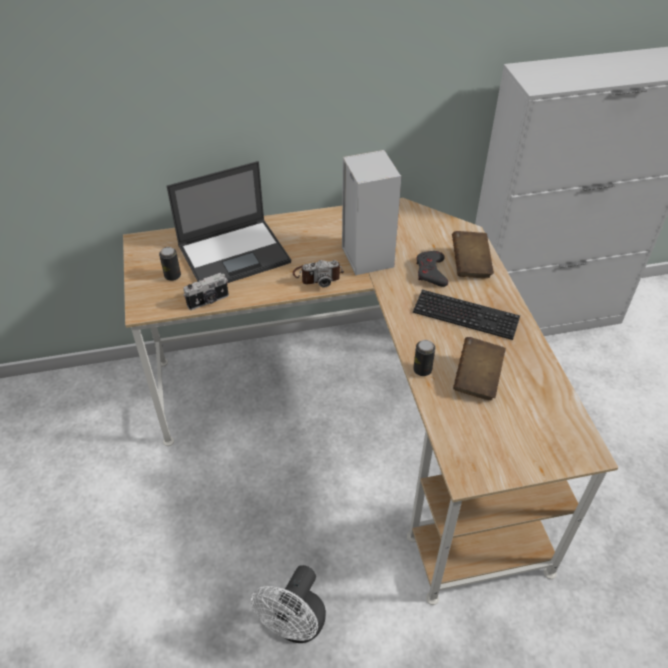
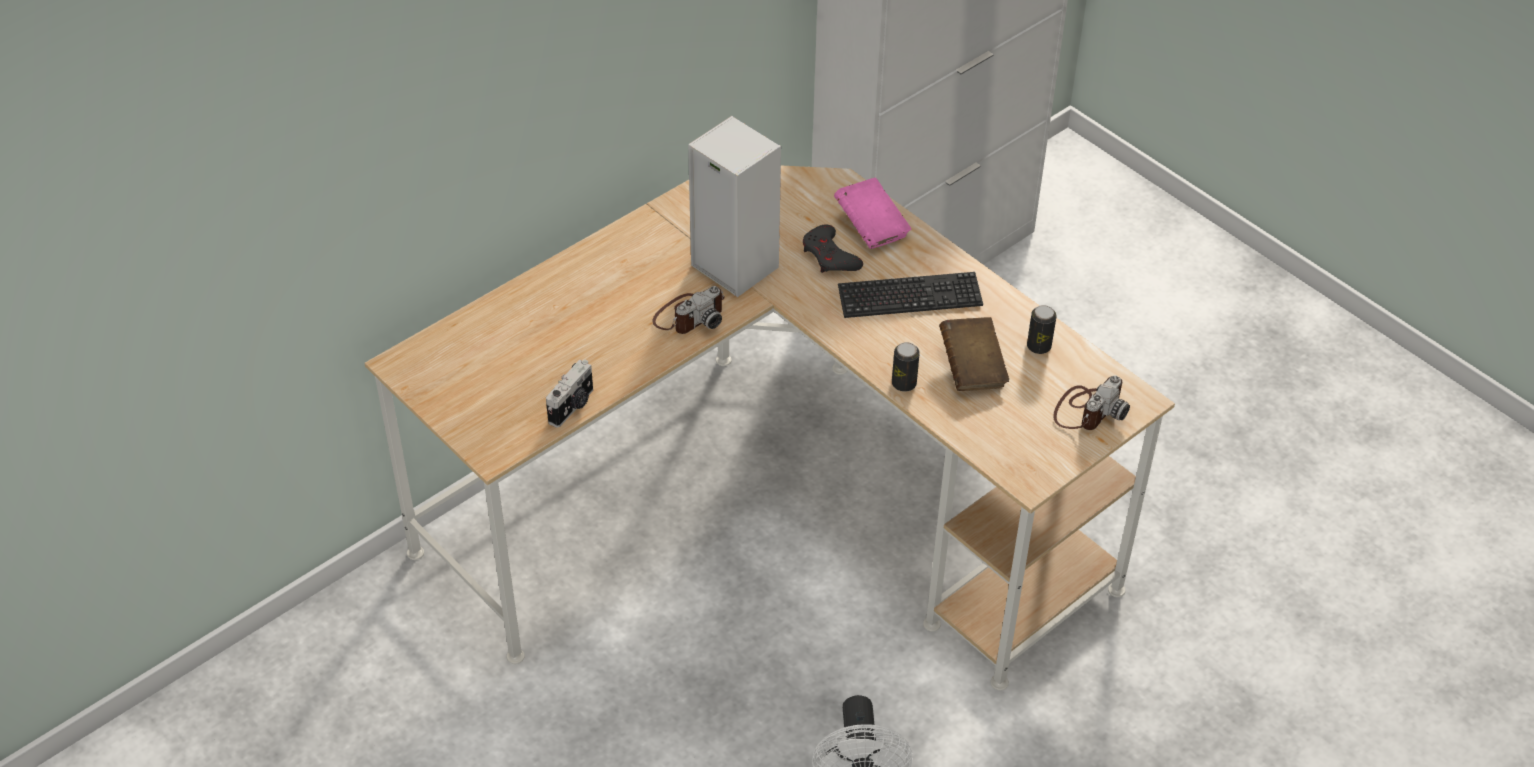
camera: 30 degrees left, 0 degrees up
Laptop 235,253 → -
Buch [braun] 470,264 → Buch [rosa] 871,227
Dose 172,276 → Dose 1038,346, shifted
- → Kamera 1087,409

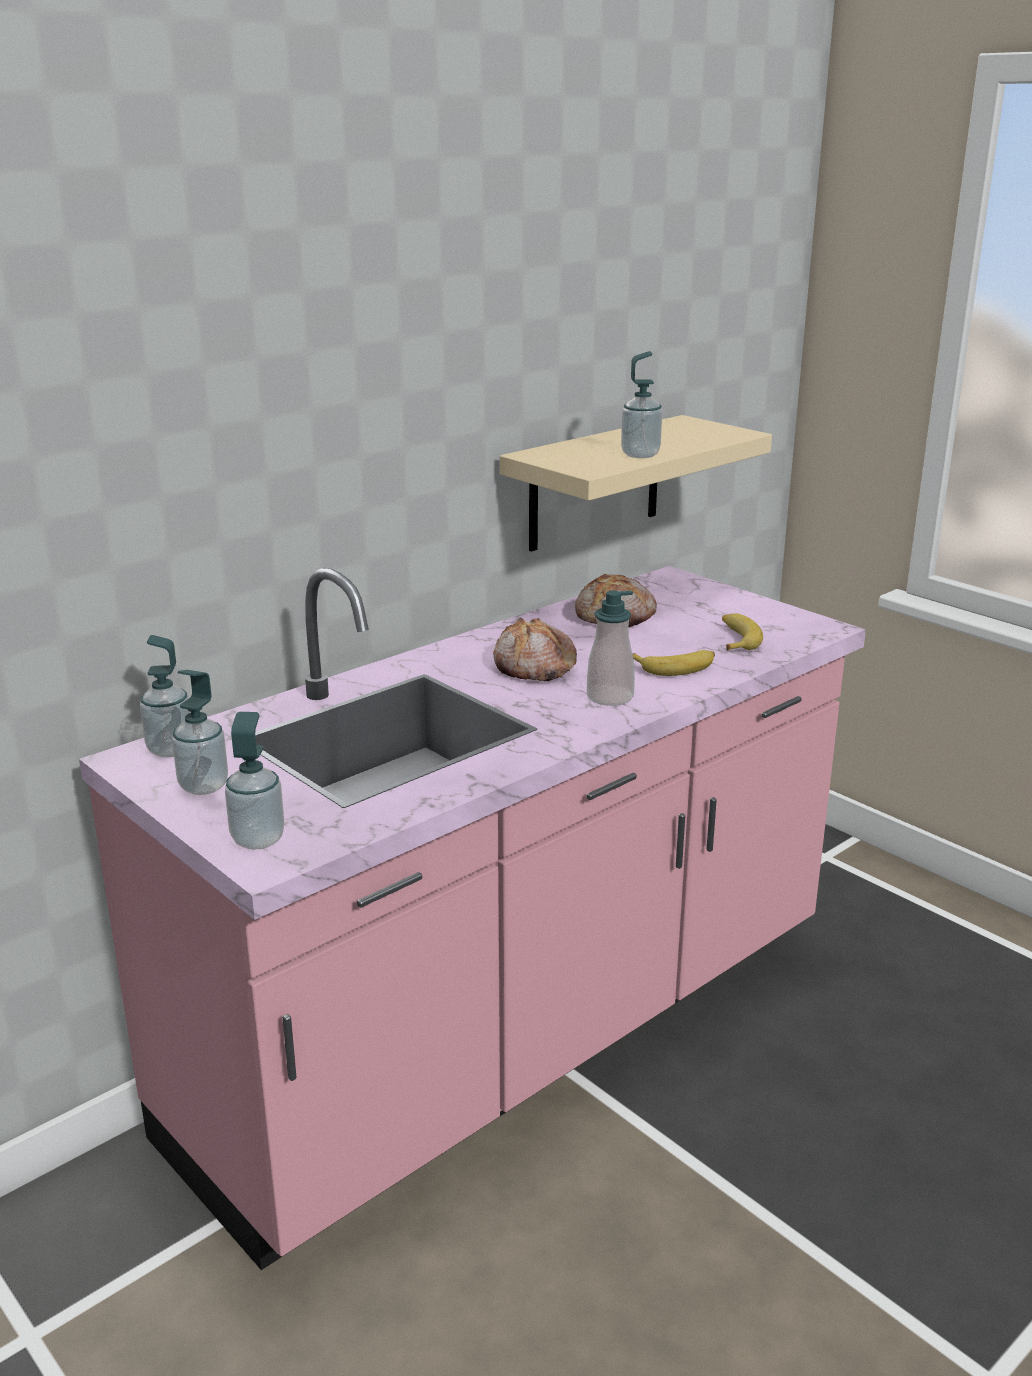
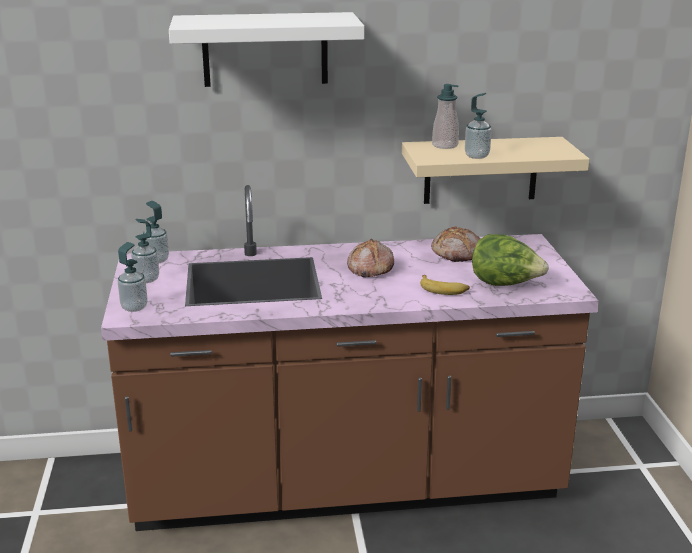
camera: 35 degrees right, 0 degrees up
Küchenzeile [rosa] 516,1037 → Küchenzeile [braun] 346,486
Seifenspender 610,697 → Seifenspender 445,145, shifted
Banane 736,639 → Salatkopf 505,284
- → Wandregal [weiß] 265,49

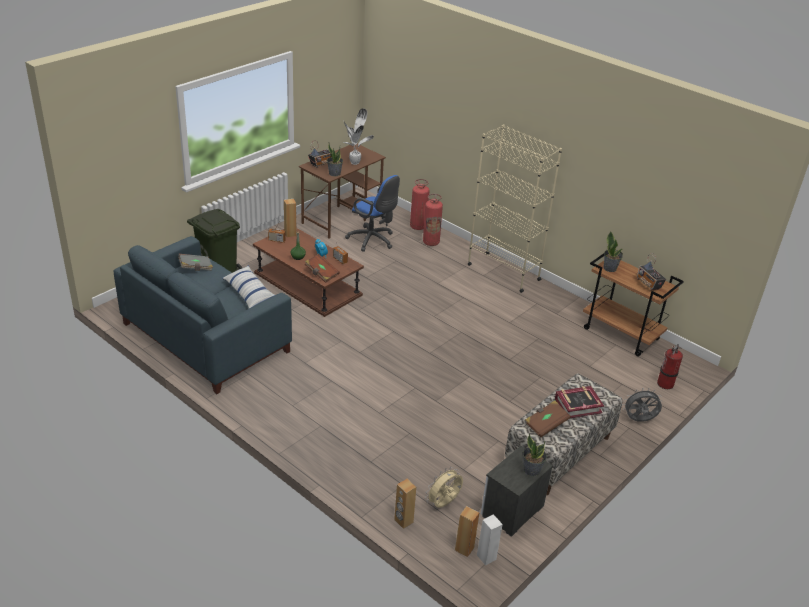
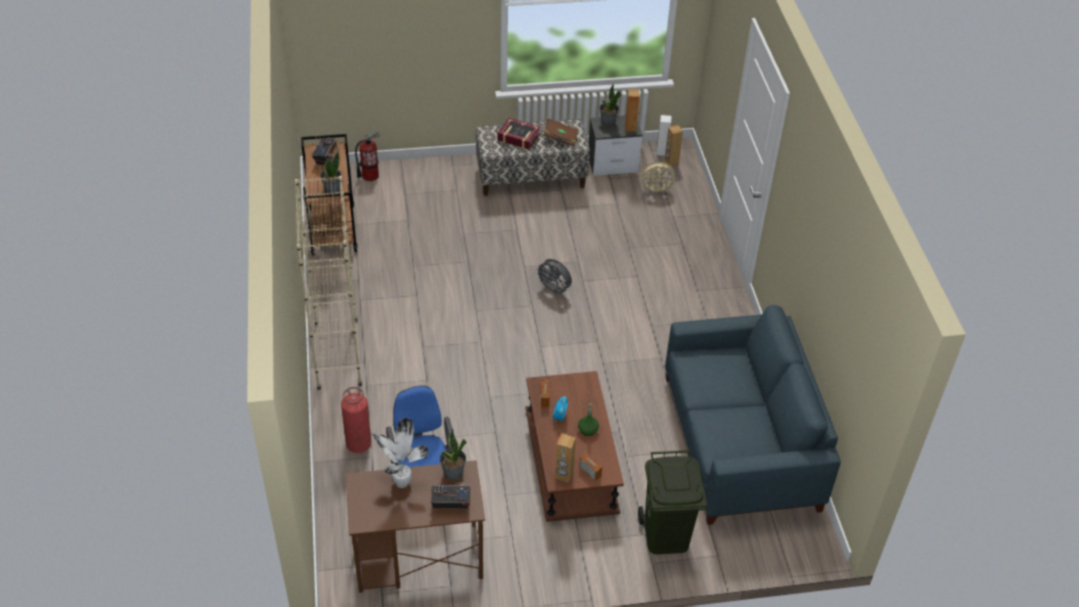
camera: 140 degrees left, 10 degrees up
Feuerlöscher 418,226 → -
Buch [grau] 196,268 → -
Buch [braun] 321,274 → -
Kissen 249,293 → -
Ventilator [grau] 639,420 → Ventilator [grau] 554,290, shifted
Lautsprecher [braun] 403,521 → Lautsprecher [braun] 630,127, shifted

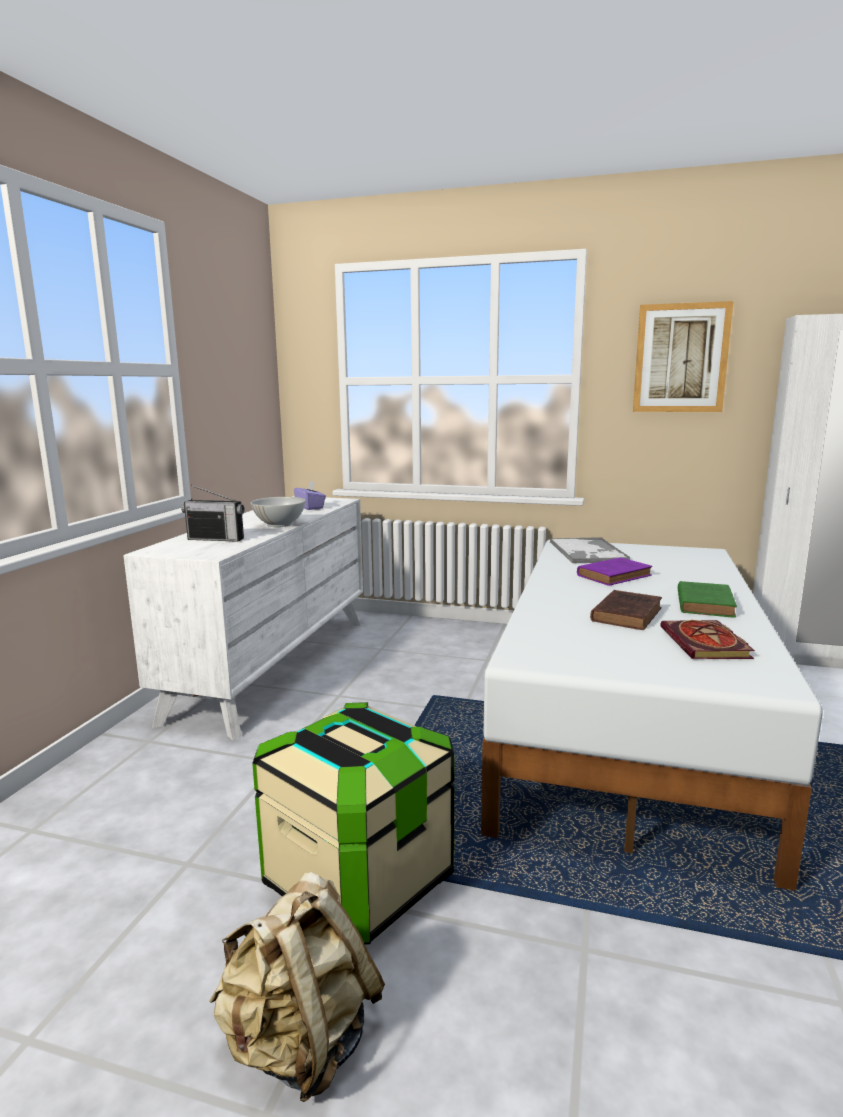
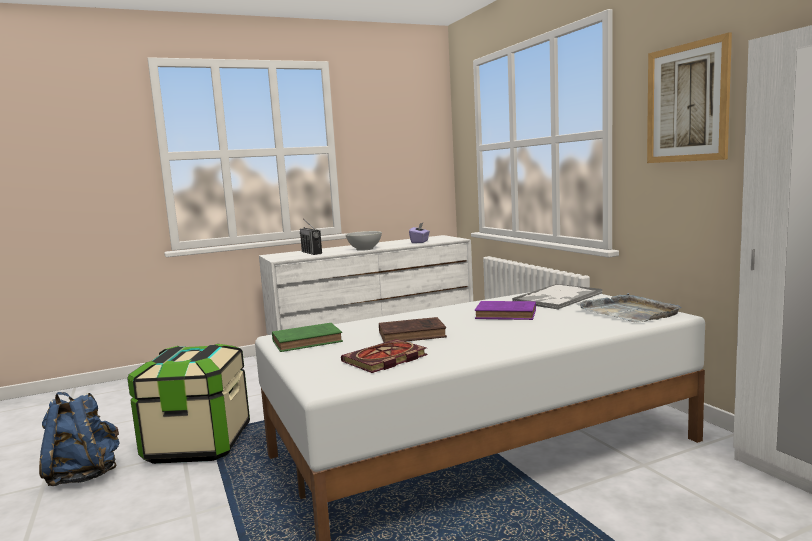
camera: 50 degrees right, 5 degrees down
Buch [grün] 704,603 → Buch [grün] 309,341, shifted
Rucksack [beige] 300,1041 → Rucksack [blau] 84,475
- → Tablett [grau] 629,312

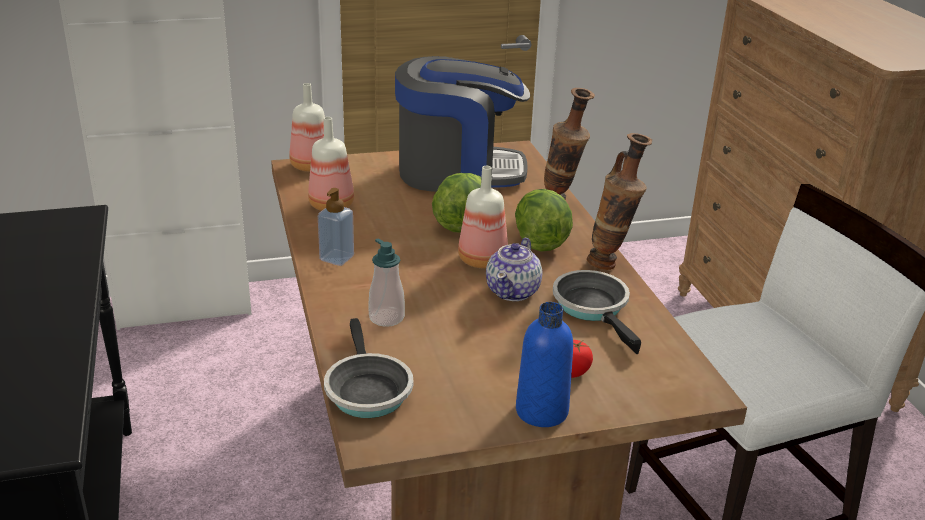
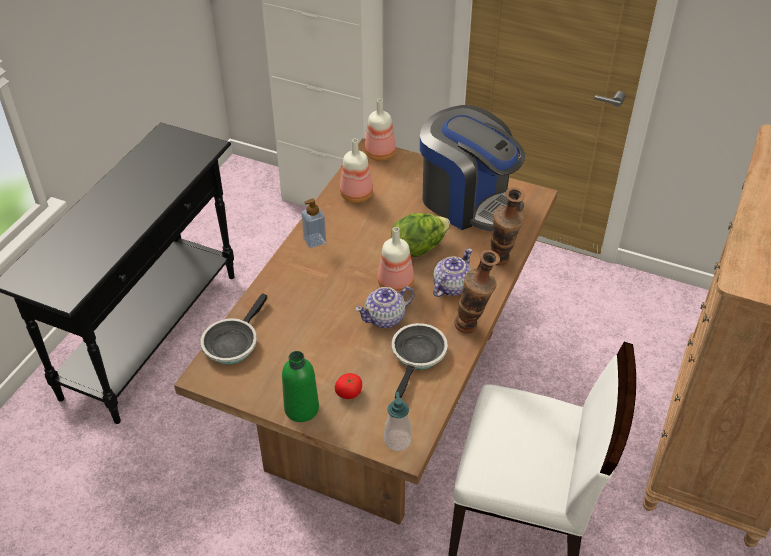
camera: 40 degrees right, 15 degrees up
Salatkopf 540,241 → Teekanne 451,287
Seifenspender 386,318 → Seifenspender 397,440, shifted
Flasche [blau] 541,411 → Flasche [grün] 301,408

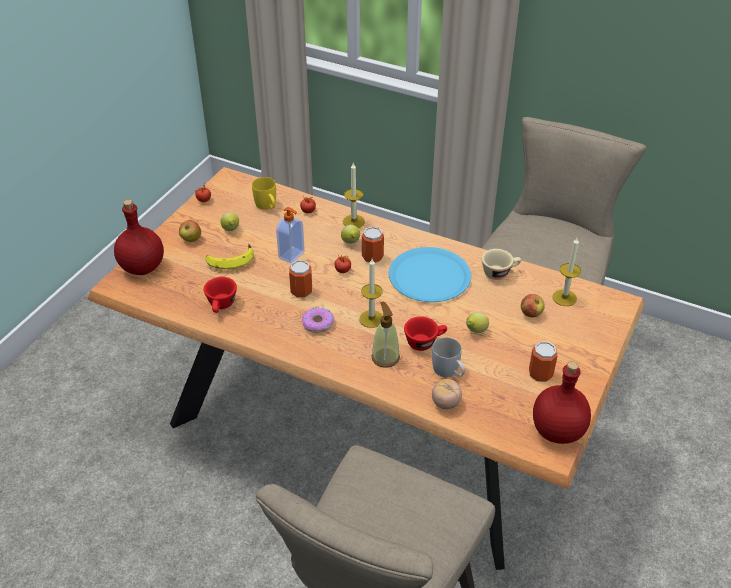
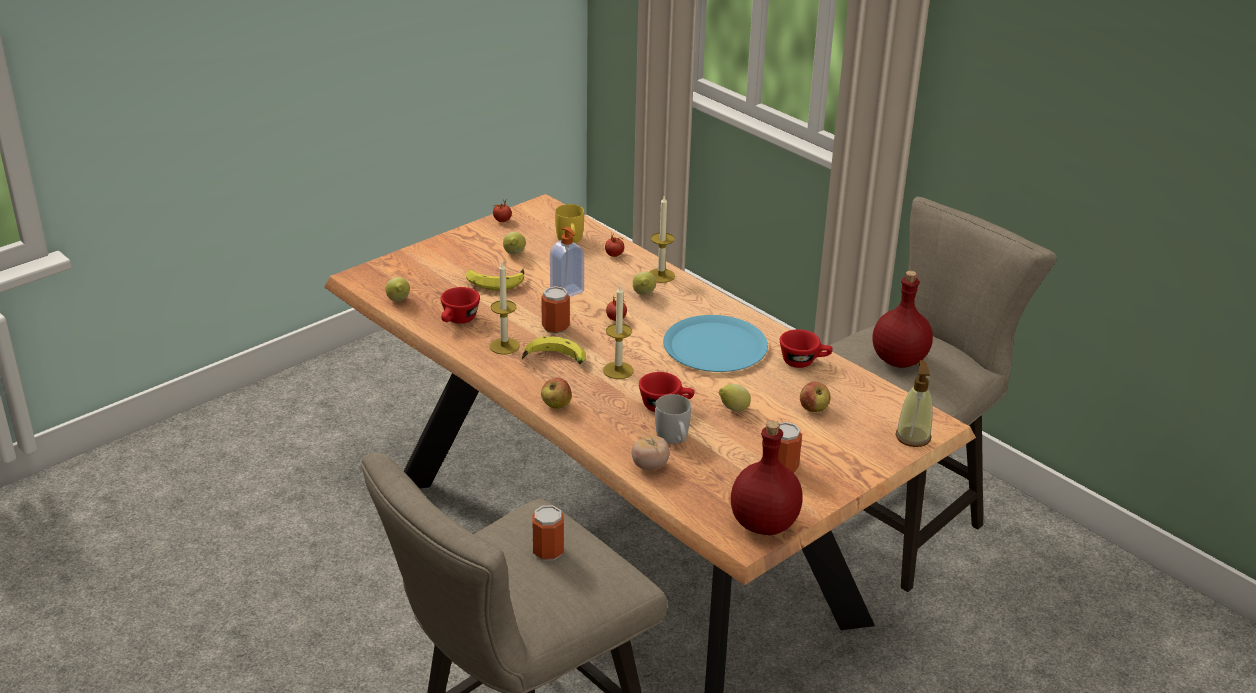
camera: 20 degrees right, 10 degrees down
Flasche [rot] 142,267 → Flasche [rot] 898,360, shifted
Apfel 191,239 → Apfel 556,405, shifted
Dose 372,257 → Dose 548,551, shifted
Kerze 564,298 → Kerze 504,346, shifted
Tasse [beige] 500,272 → Tasse [rot] 804,361
Seifenspender 385,357 → Seifenspender 913,437, shifted
Donut 318,324 → Banane 554,361
- → Zitrone 399,301

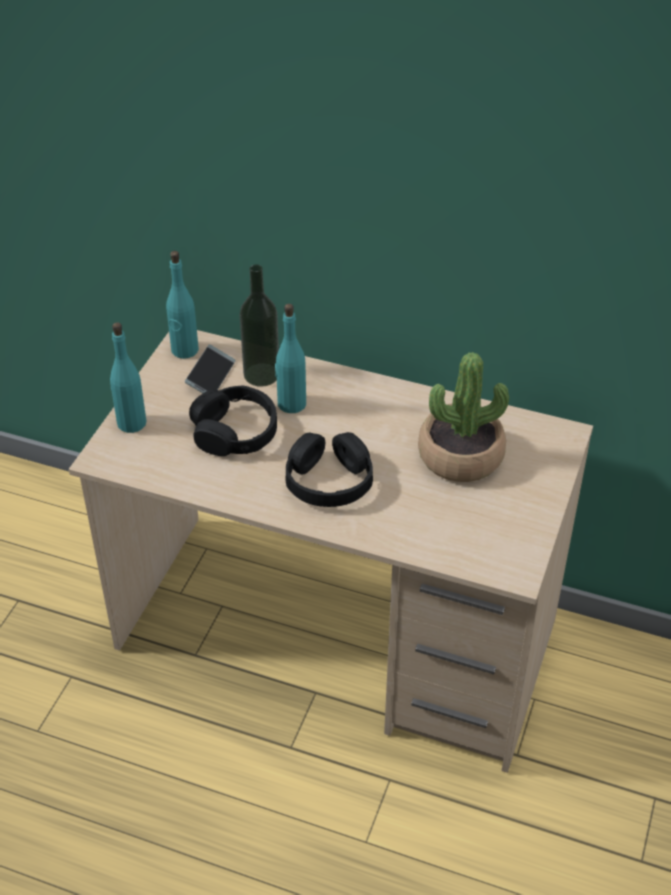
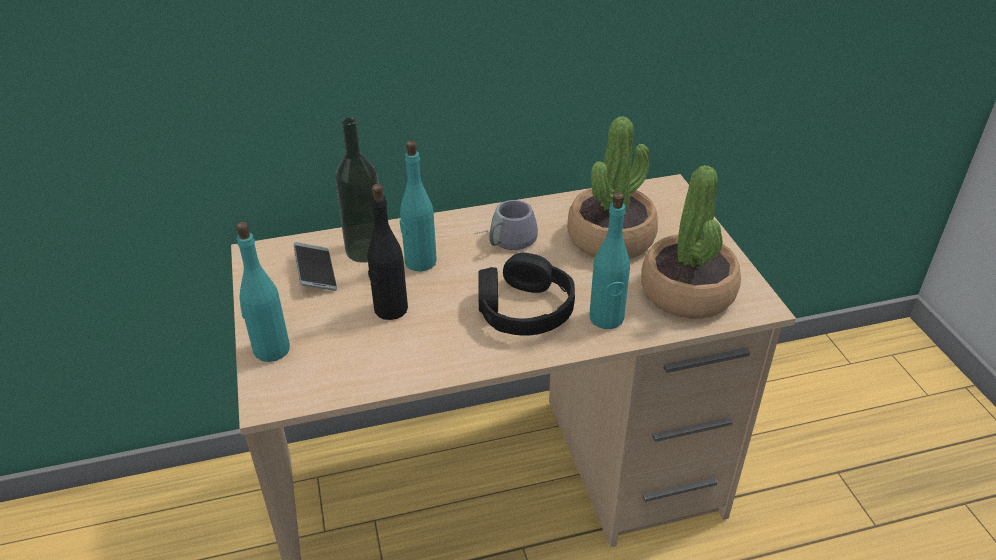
camera: 35 degrees left, 5 degrees down
Flasche [türkis] 184,350 → Flasche [türkis] 606,318, shifted
Kopfhörer [schwarz] 235,432 → Flasche [schwarz] 390,309
- → Topfpflanze 688,292
- → Henkelbecher [grau] 505,238

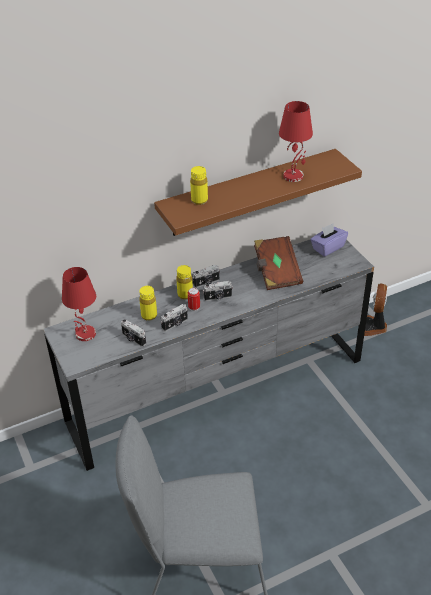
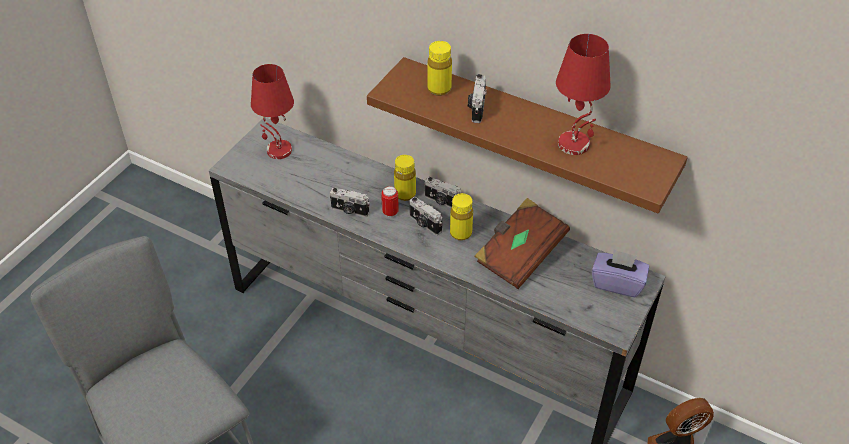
camera: 55 degrees right, 5 degrees up
Flasche [gelb] 149,316 → Flasche [gelb] 461,233, shifted
Kamera 133,339 → Kamera 476,108, shifted

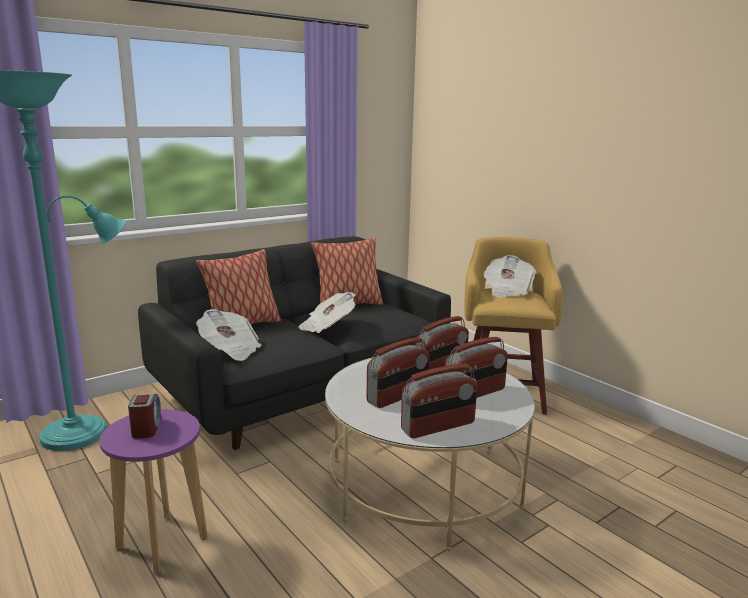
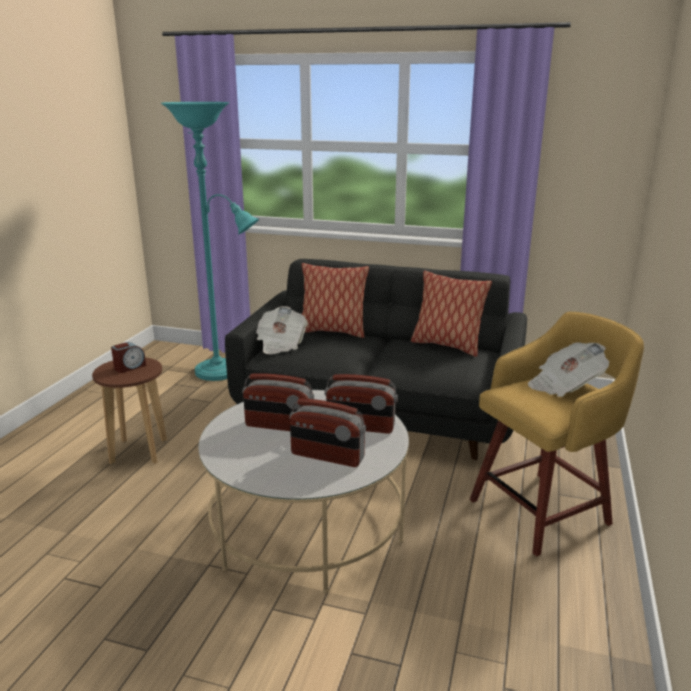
camera: 55 degrees right, 5 degrees up
Zeitung 327,327 → -
Radio 438,427 → -
Hocker [lila] 162,543 → Hocker [braun] 139,451

